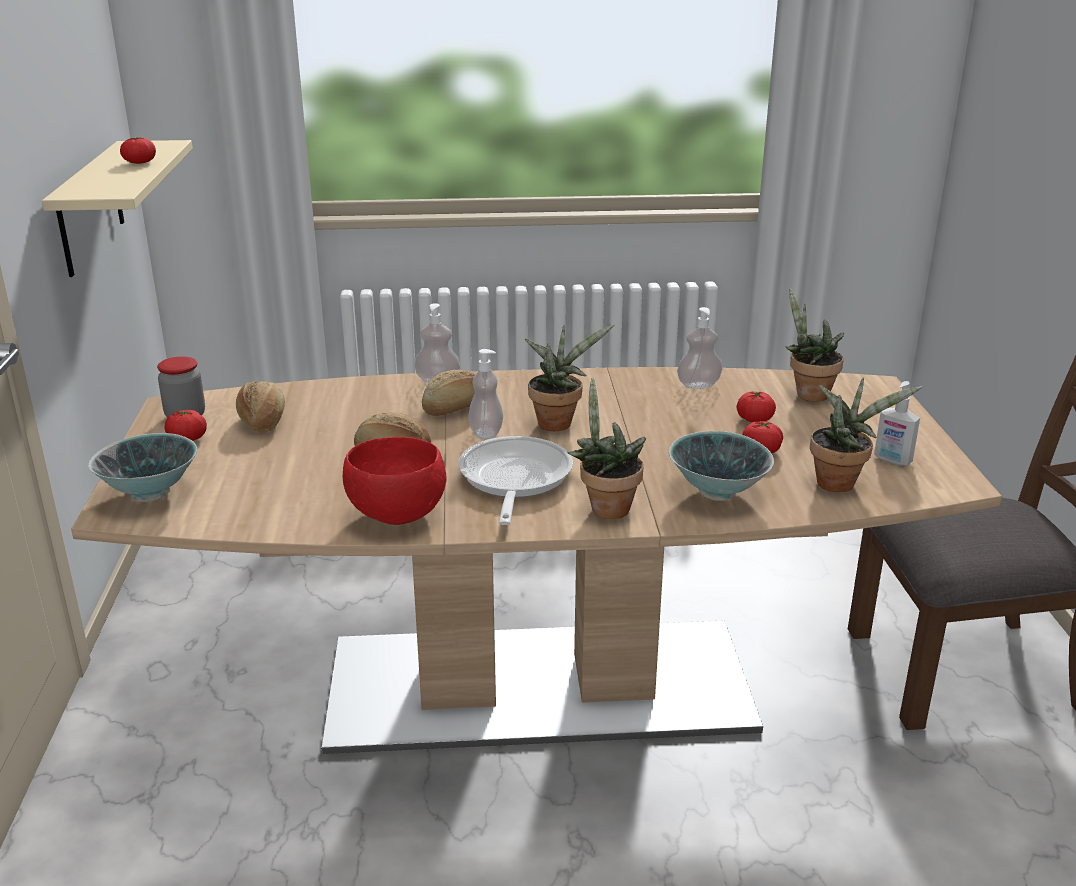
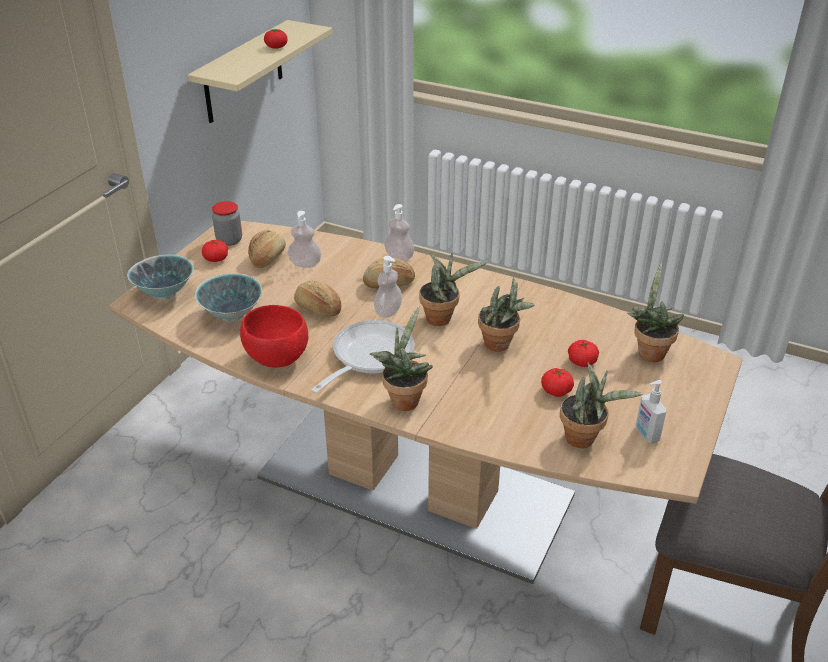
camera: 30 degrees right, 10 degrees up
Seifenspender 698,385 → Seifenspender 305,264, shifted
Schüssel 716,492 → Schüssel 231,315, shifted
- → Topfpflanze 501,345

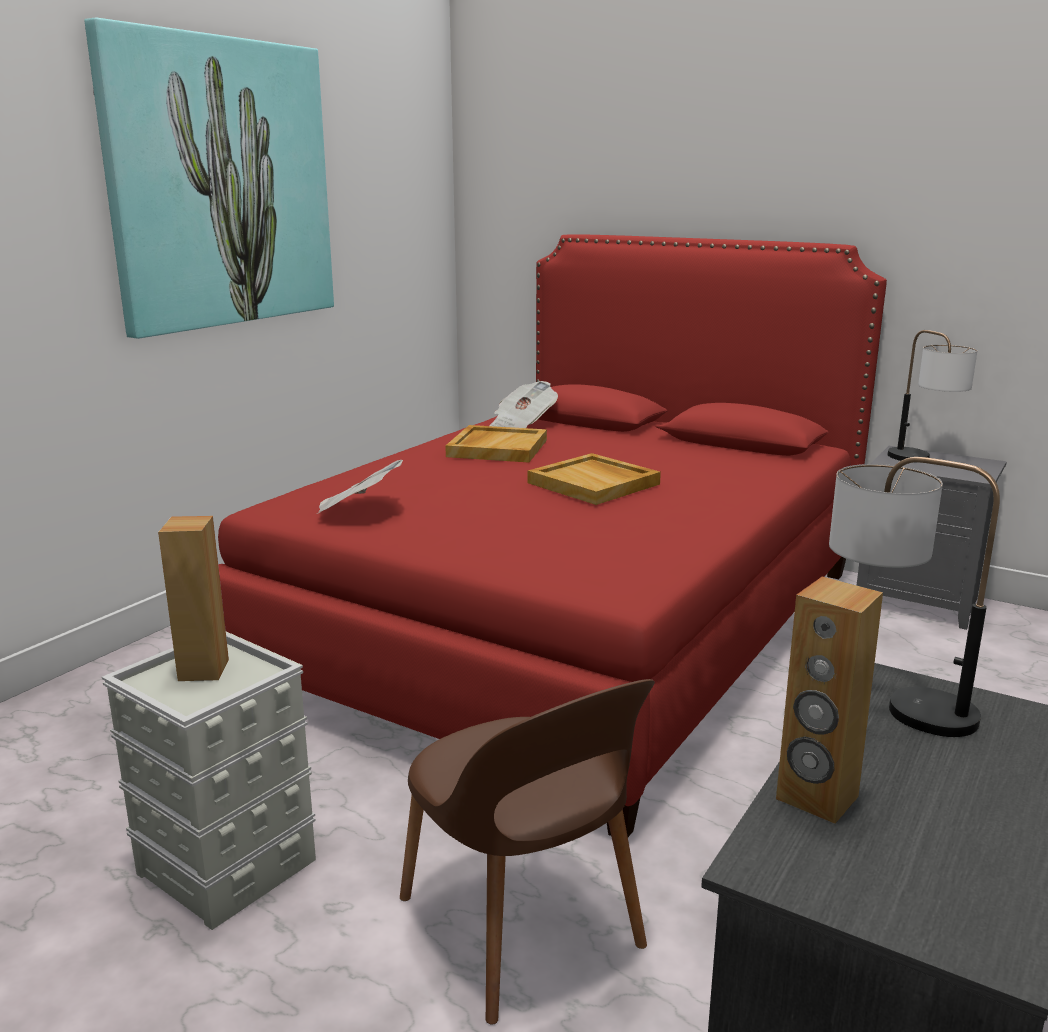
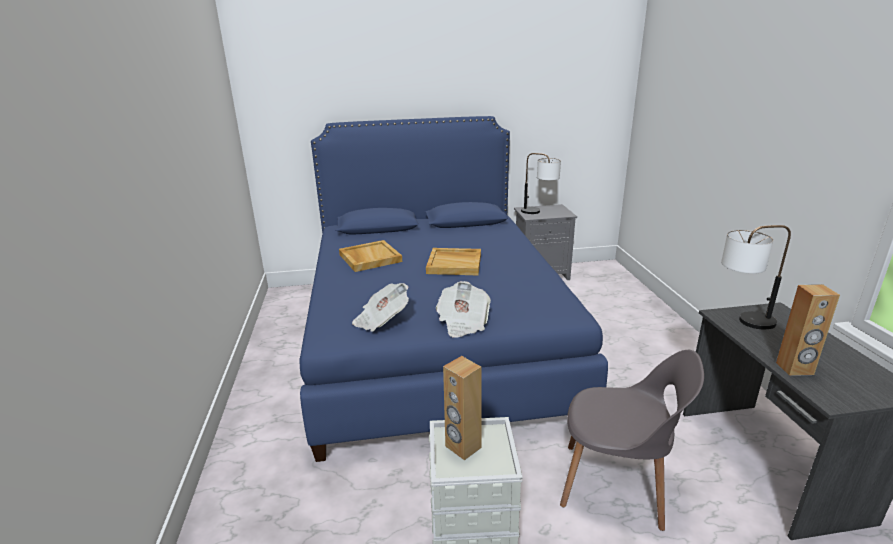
camera: 40 degrees left, 5 degrees up
Bild 221,184 → -
Bett [rot] 571,624 → Bett [blau] 433,339
Zeitung 521,425 → Zeitung 462,323, shifted
Stuhl [braun] 522,927 → Stuhl [grau] 616,485

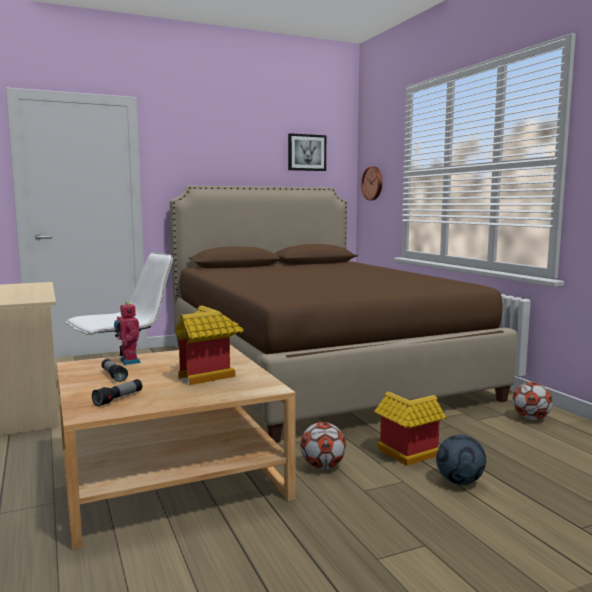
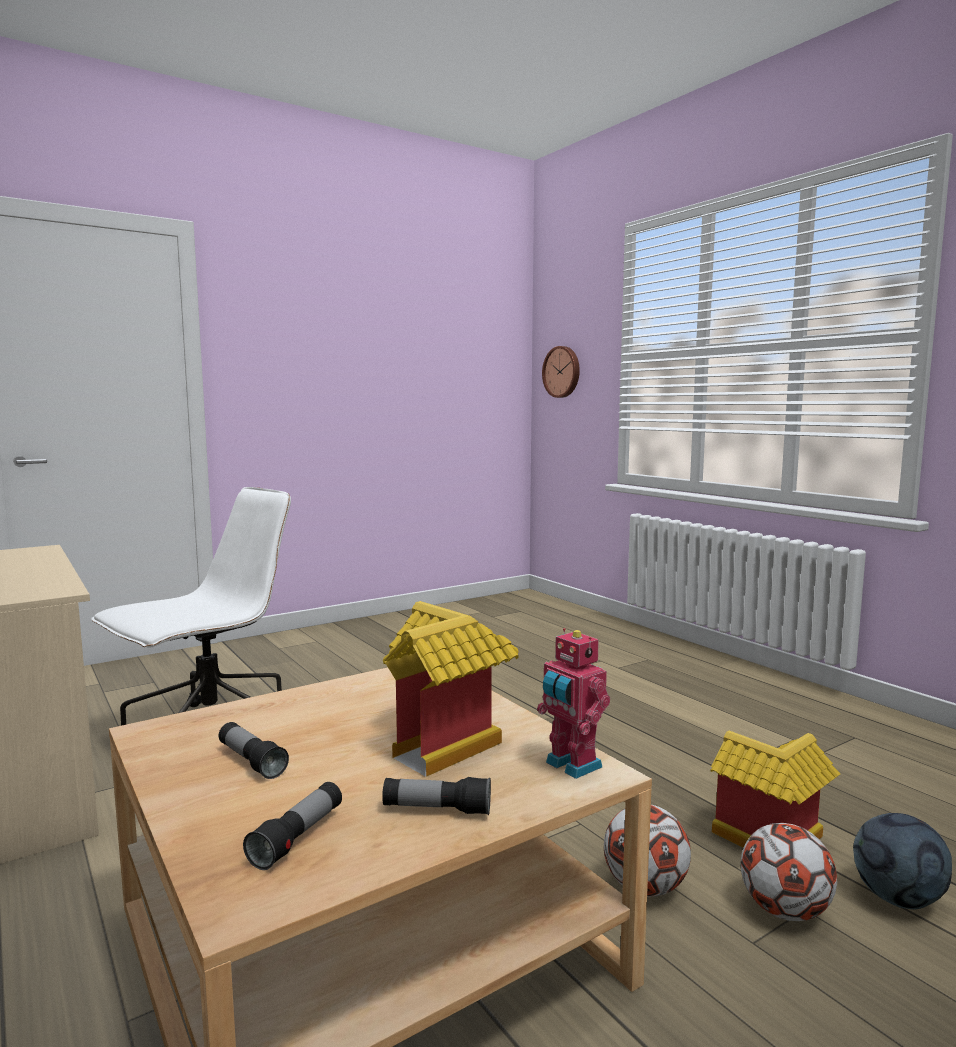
camera: 10 degrees left, 0 degrees up
Bild 306,152 → -
Bett [braun] 315,370 → -
Spielzeugroboter 128,361 → Spielzeugroboter 571,766, shifted
Fußball 531,418 → Fußball 785,911, shifted
- → Taschenlampe 437,809

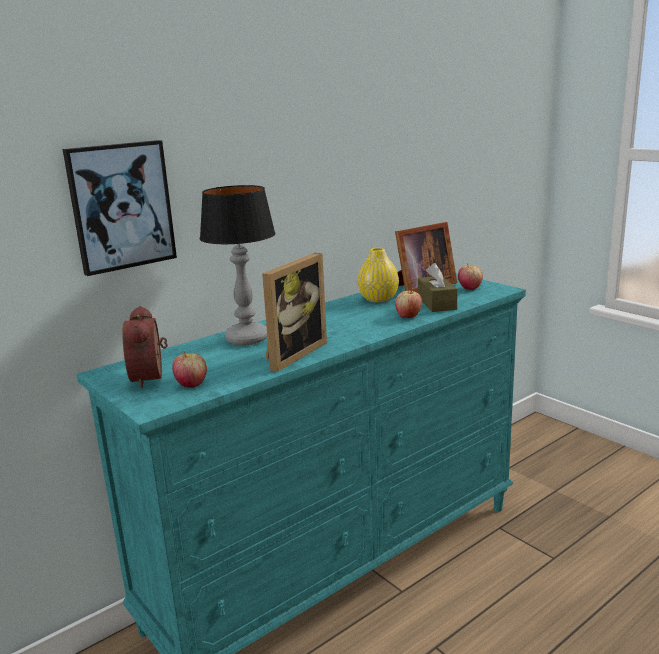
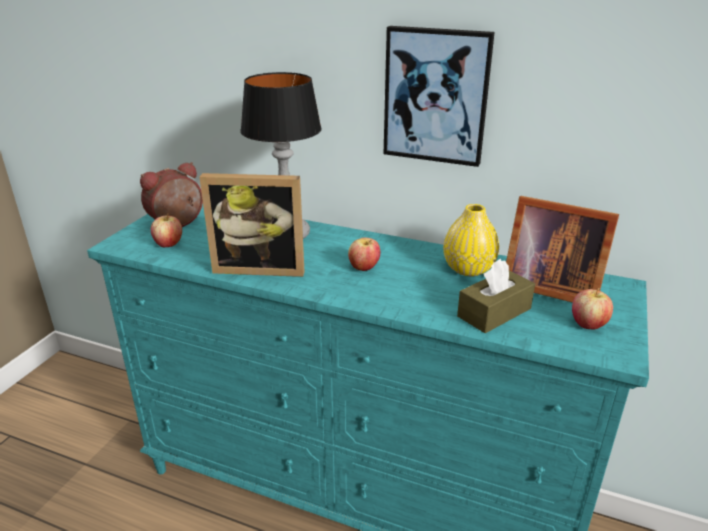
camera: 60 degrees right, 10 degrees up
Bild 121,206 → Bild 436,96, shifted
Apfel 408,316 → Apfel 364,268, shifted

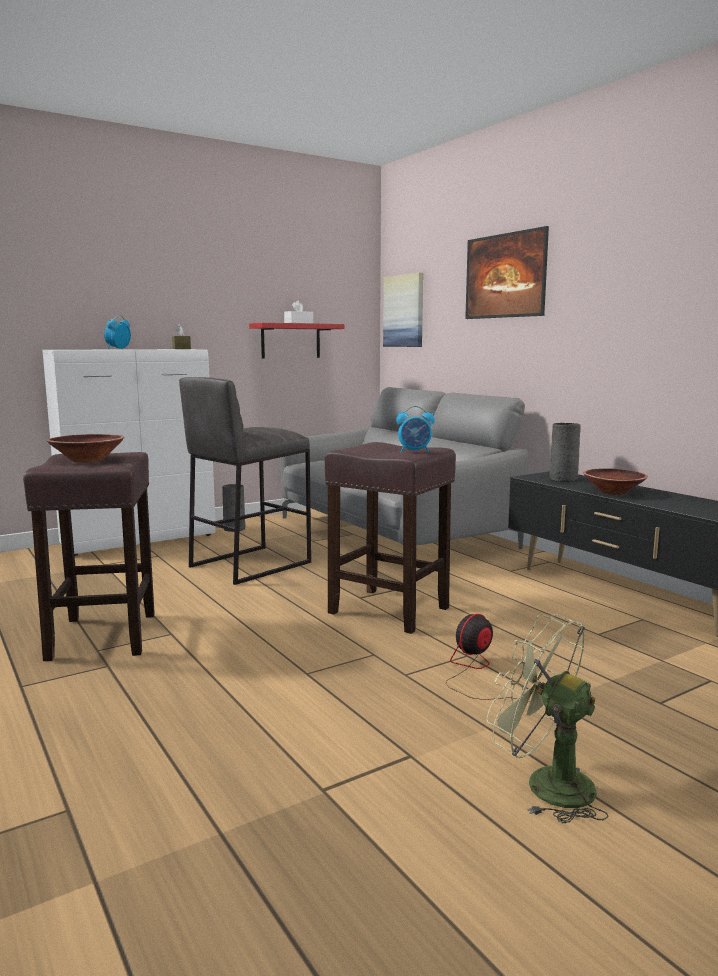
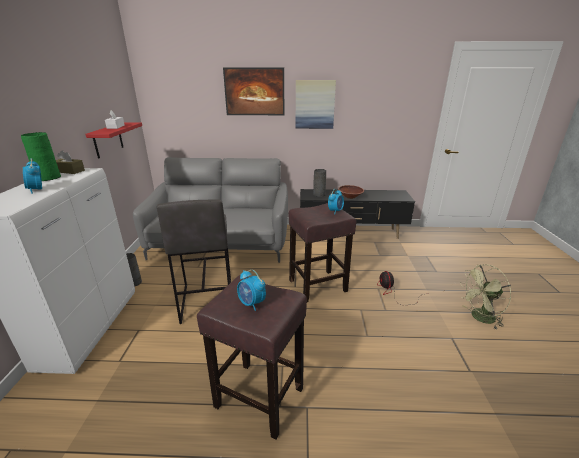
camera: 55 degrees left, 15 degrees up
Bild 404,311 → Bild 314,104, shifted
Schüssel [braun] 87,460 → Wecker 251,303
- → Vase [grün] 48,178

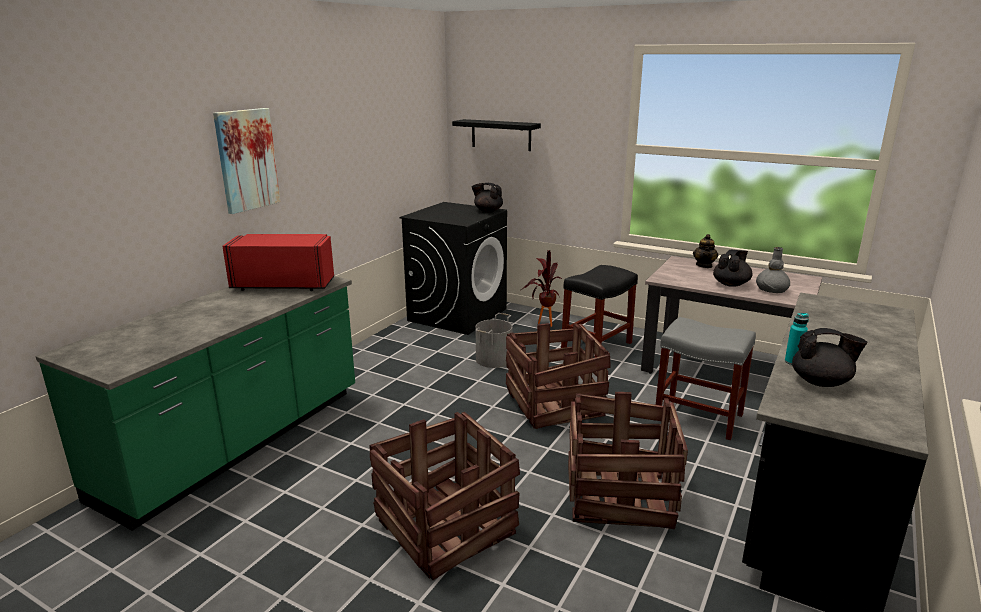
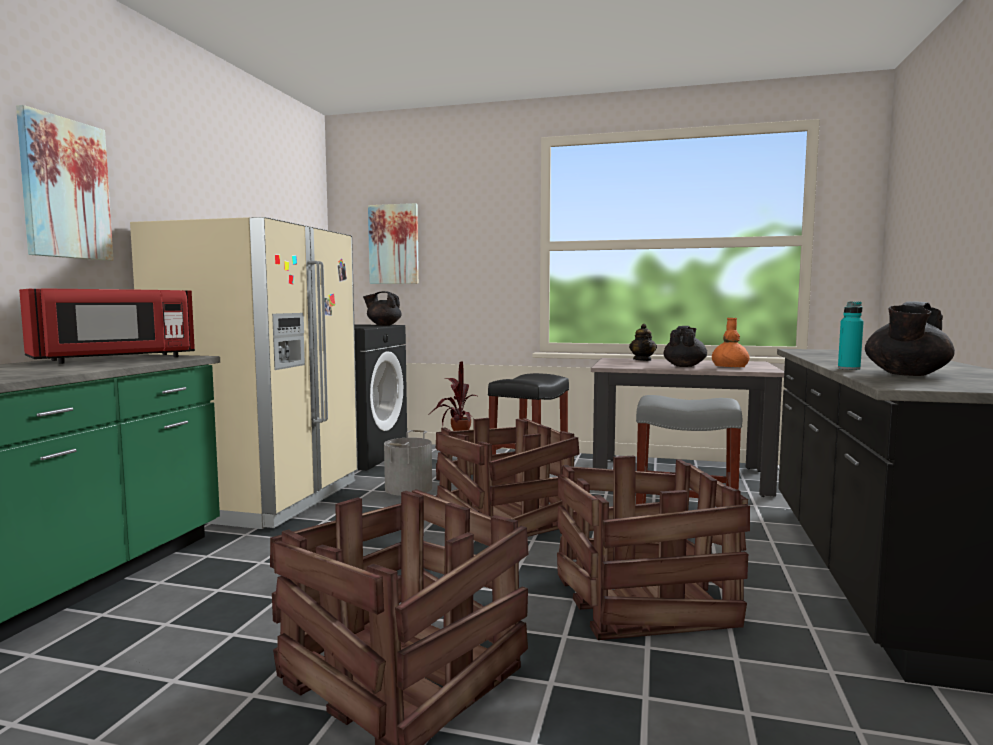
camera: 15 degrees left, 15 degrees down
Wandregal [schwarz] 501,135 → Bild 394,244
Mikrowelle [rot] 285,284 → Mikrowelle [rot] 115,359, 150 degrees clockwise
Vase [grau] 771,290 → Vase [orange] 729,367
Teekanne [schwarz] 821,382 → Teekanne [schwarz] 906,374, 135 degrees clockwise
- → Kühlschrank [beige] 263,499

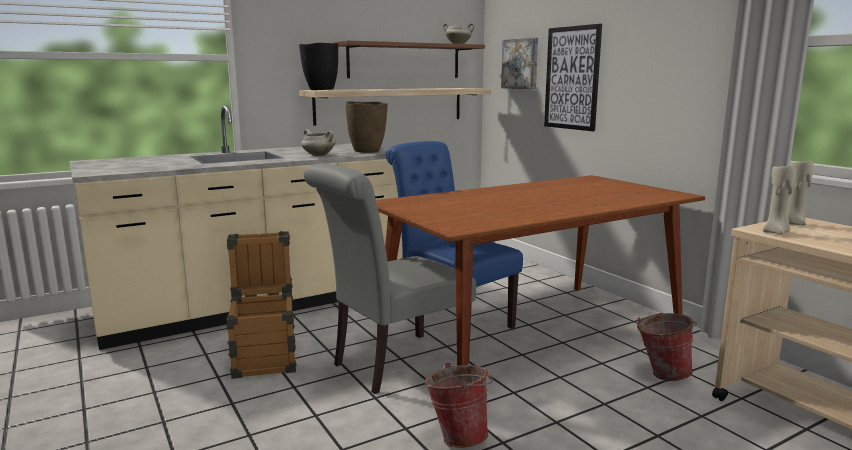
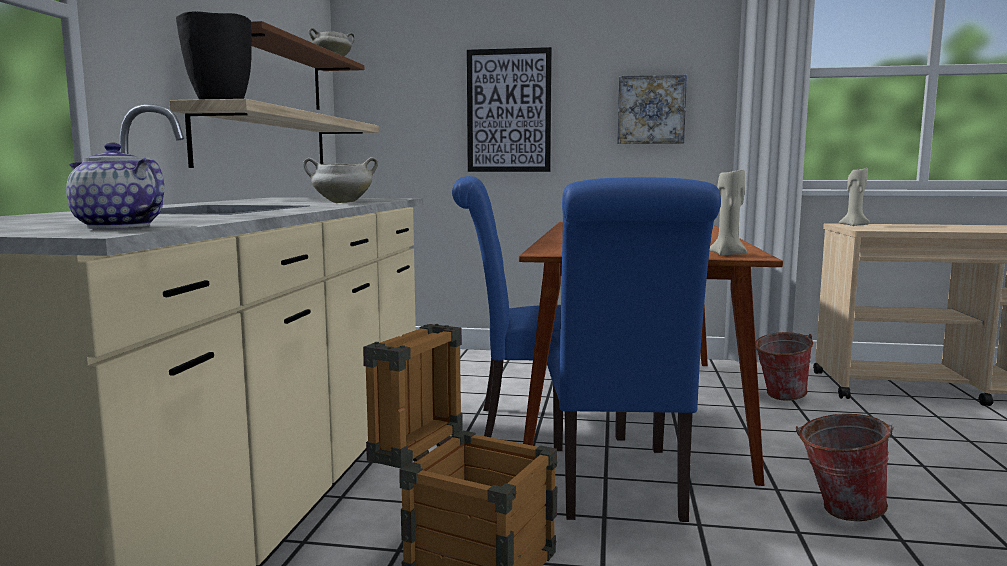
camera: 50 degrees left, 5 degrees down
Bild 521,64 → Bild 651,110, shifted
Vase [braun] 367,151 → -
Stuhl [grau] 393,364 → Stuhl [blau] 617,486
Kerze [beige] 776,232 → Kerze [beige] 728,254, shifted
- → Teekanne 116,227

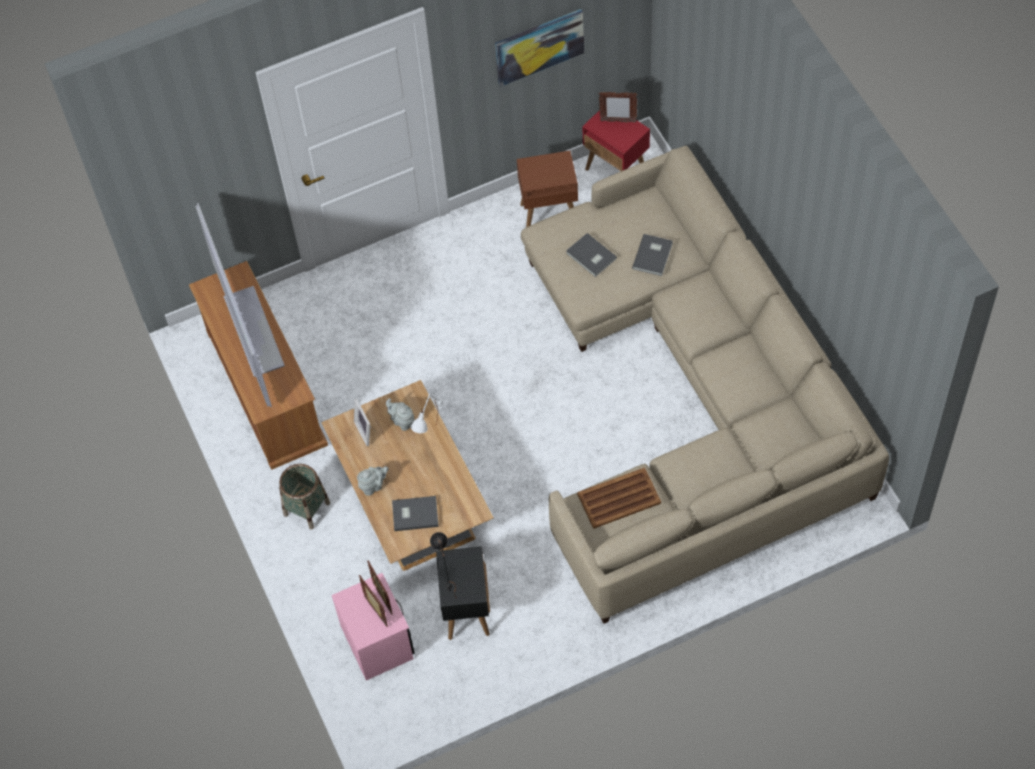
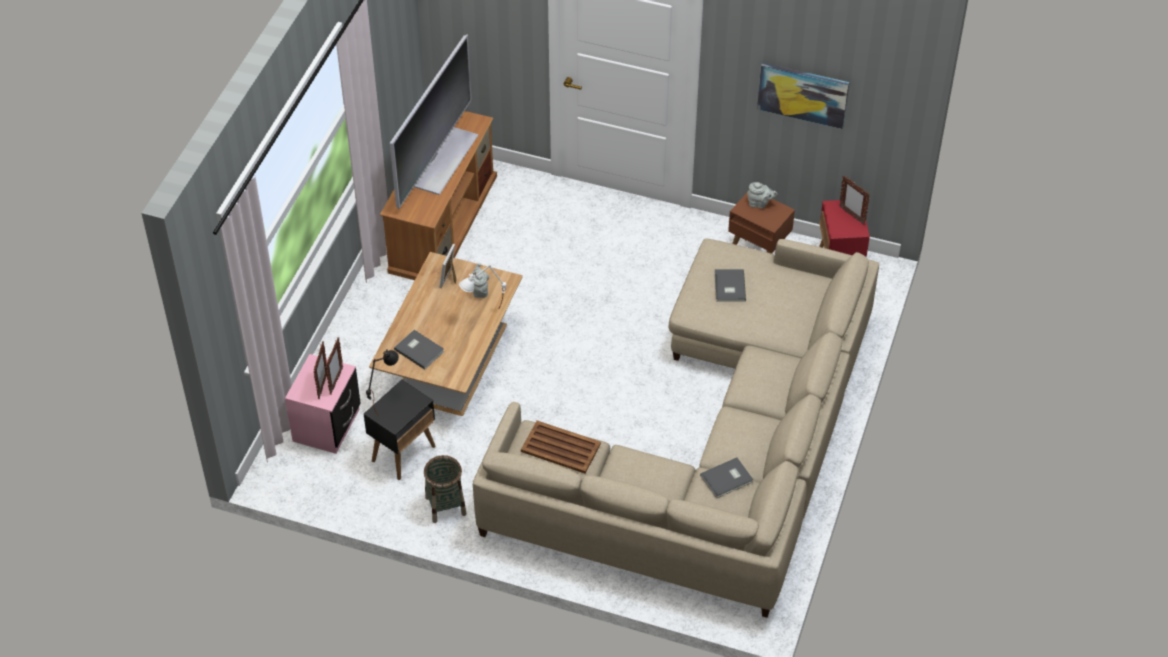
camera: 40 degrees right, 10 degrees down
Buch [grau] 653,255 → Buch [grau] 727,479, shifted
Korb 307,509 → Korb 445,506, shifted
Teekanne [grau] 373,486 → Teekanne [grau] 759,204, shifted

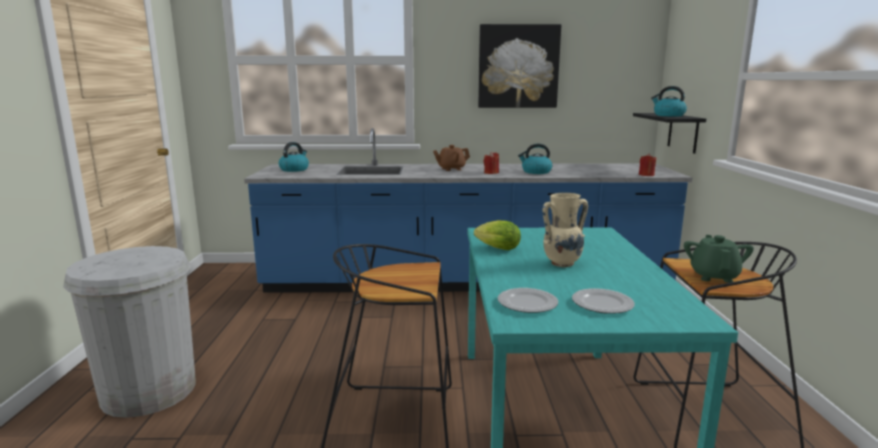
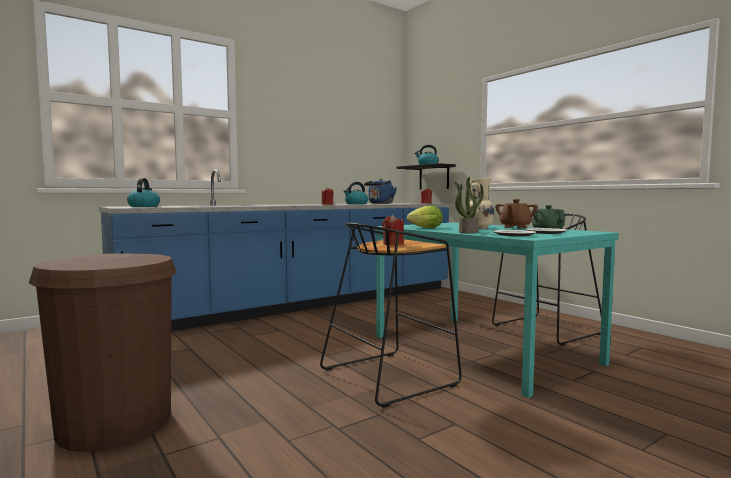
camera: 35 degrees left, 10 degrees down
Bild 518,66 → -
Teekanne [braun] 451,169 → Teekanne [braun] 515,227, shifted
Mülleimer [weiß] 149,391 → Mülleimer [braun] 115,424
- → Topfpflanze 468,232
- → Wasserkessel [blau] 380,203
- → Kerze [rot] 393,244

